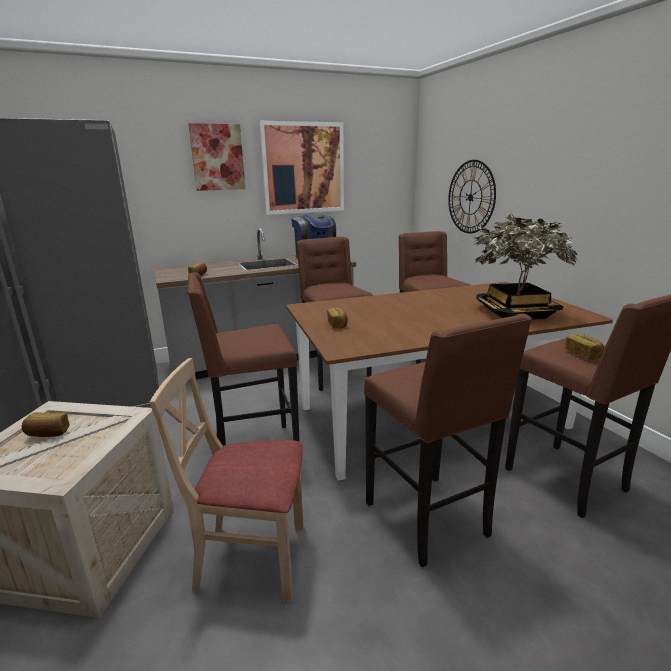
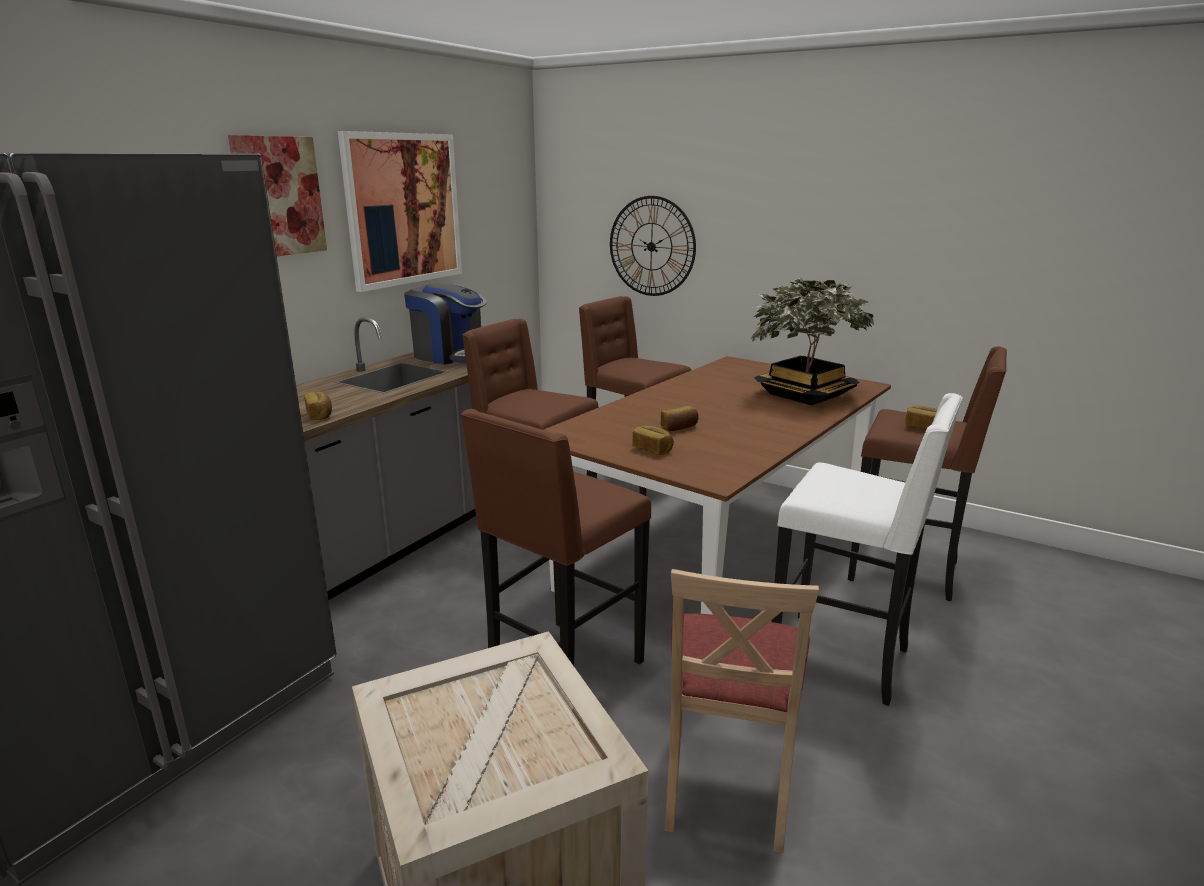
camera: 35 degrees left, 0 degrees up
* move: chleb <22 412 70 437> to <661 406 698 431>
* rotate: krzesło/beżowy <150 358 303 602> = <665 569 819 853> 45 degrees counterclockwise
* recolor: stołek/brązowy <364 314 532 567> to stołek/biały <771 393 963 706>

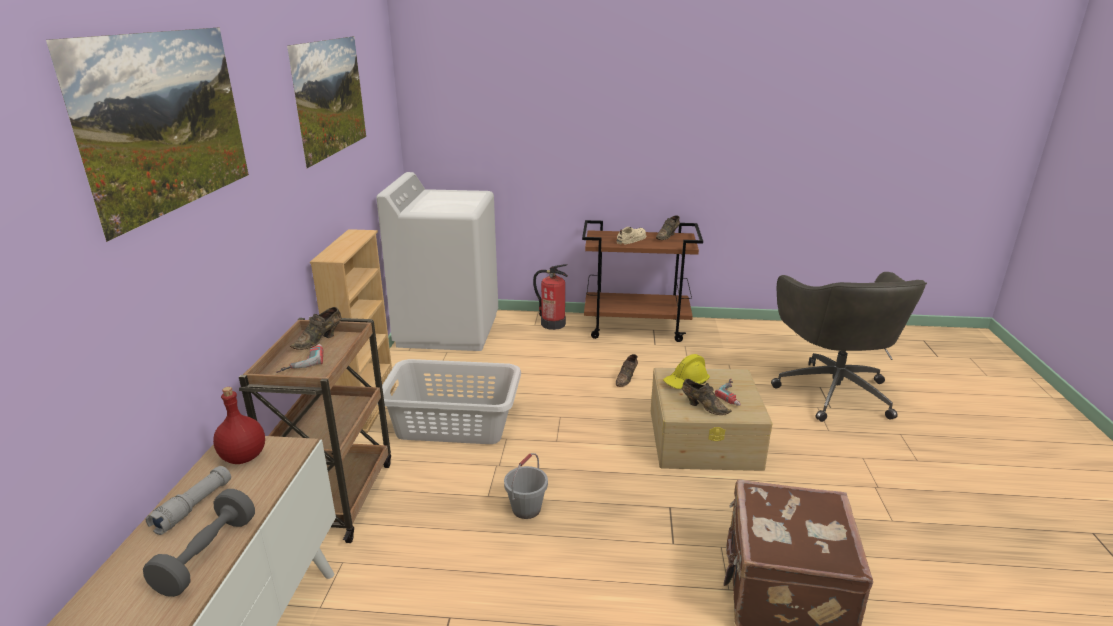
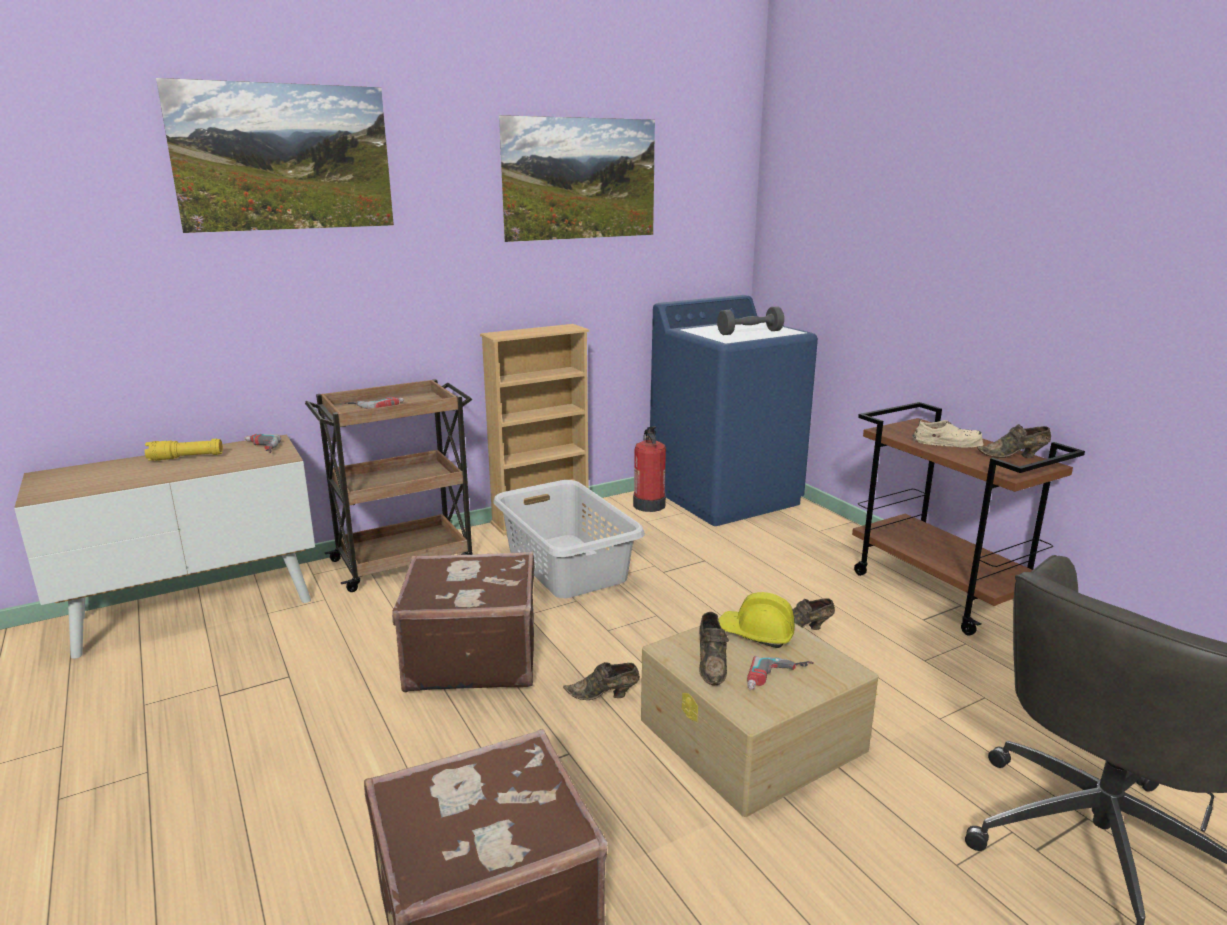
camera: 55 degrees right, 5 degrees down
* recolor: latarka/szary <146 466 231 535> to latarka/żółty <145 439 223 461>
* replace: butelka/czerwony <213 387 265 464> to wiertarka <244 434 281 453>
* replace: wiadro/szary <504 453 548 519> to walizka/brązowy <392 551 535 692>
* move: but/brązowy <290 307 342 350> to <563 662 640 700>
* move: gaśnica <533 264 568 330> to <633 427 666 512>
* recolor: pralka/biały <376 172 498 351> to pralka/niebieski <650 295 818 526>
* move: hantel/szary <143 489 255 597> to <717 306 784 335>

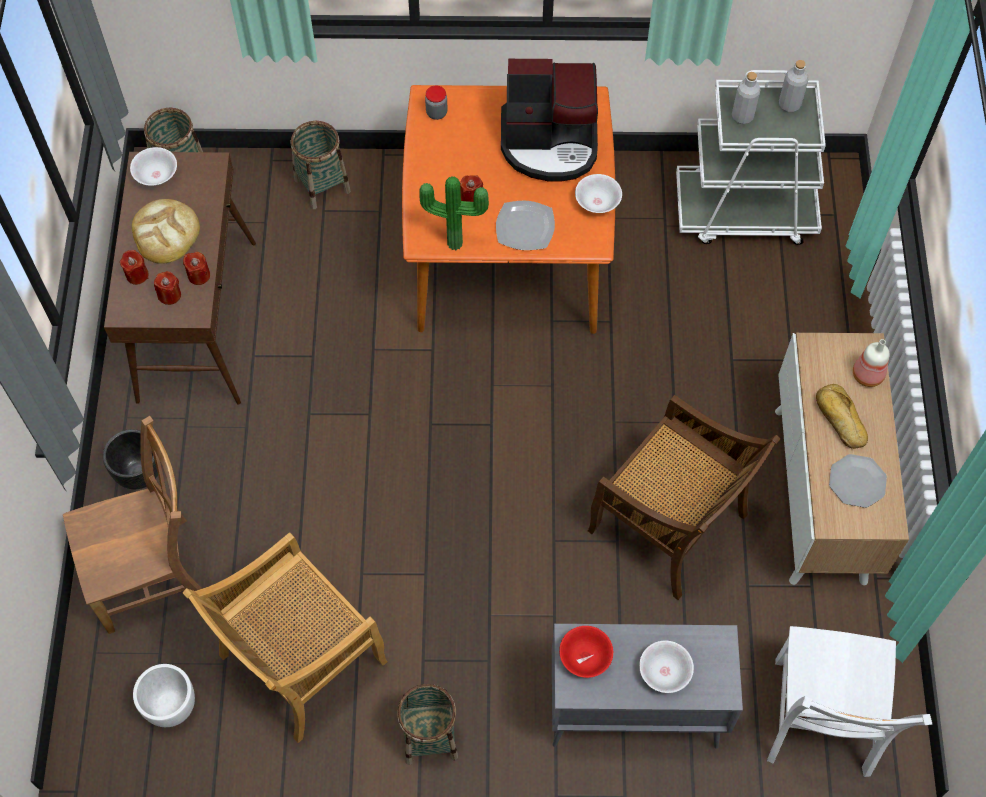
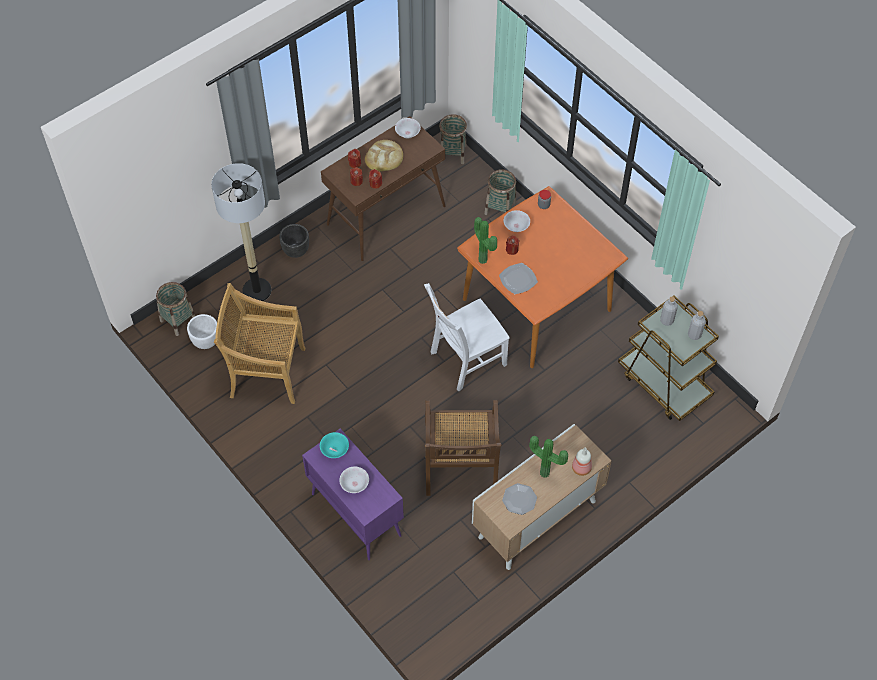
camera: 50 degrees right, 5 degrees down
* move: koszyk <397 684 458 765> to <156 282 195 336>
* replace: krzesło/brązowy <63 416 203 634> to lampa stojąca <211 163 271 301>
* recolor: szafka/szary <552 624 743 749> to szafka/fioletowy <302 429 404 560>
* recolor: miska/czerwony <559 626 613 678> to miska/turkusowy <320 432 349 458>
* move: krzesło/biały <767 626 932 777> to <424 283 510 391>
* move: miska/biały <575 174 622 213> to <504 210 530 232>
* replace: chleb <816 384 868 449> to roślina doniczkowa <529 436 568 478>
* recolor: wózek/biały <676 70 826 245> to wózek/brązowy <618 295 719 421>
* delete: ekspres do kawy <501 59 598 182>

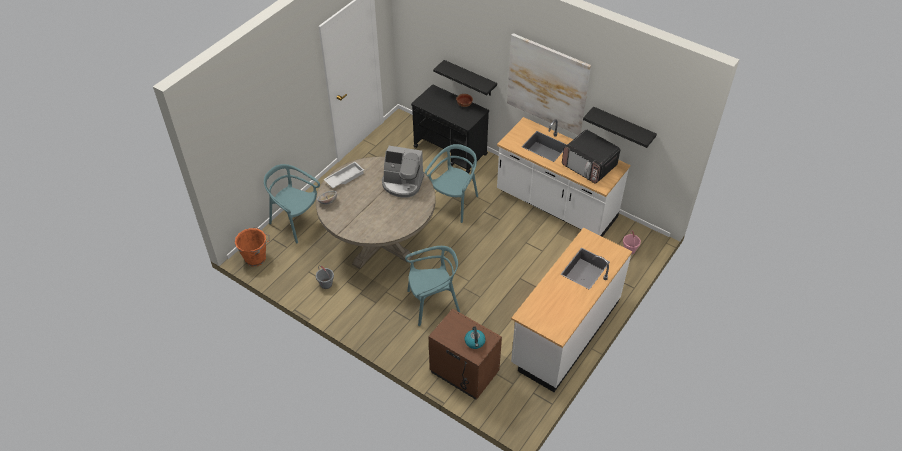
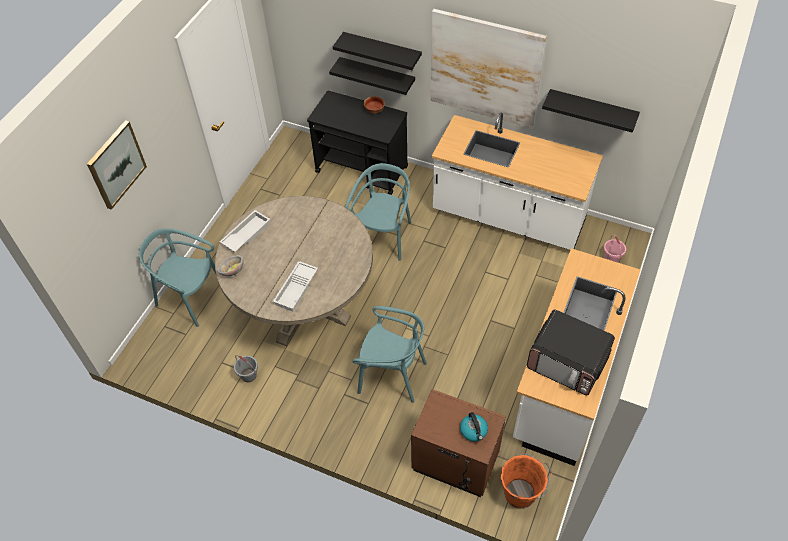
camera: 10 degrees left, 5 degrees up
* insert: obraz <87 120 147 210>
* insert: taca/biały <273 261 318 312>
* insert: półka/czarny <333 32 422 70>
* rotate: krzesło/turkusowy <405 246 460 326> = <352 306 427 403> 45 degrees clockwise
* move: wiadro/pomarańczowy <235 227 270 267> to <501 453 552 509>
* move: mikrofalówka <562 129 620 184> to <527 310 615 395>
* delete: ekspres do kawy <382 146 424 198>

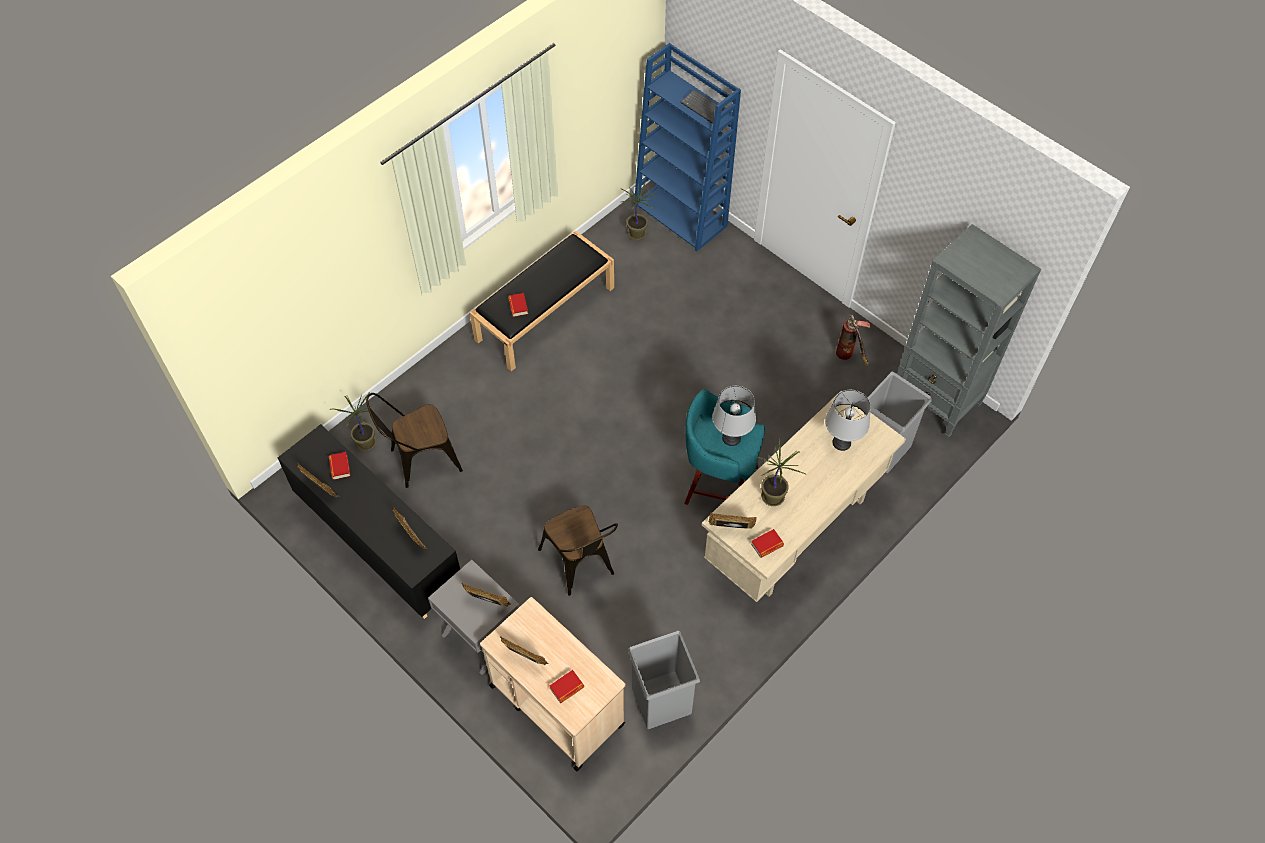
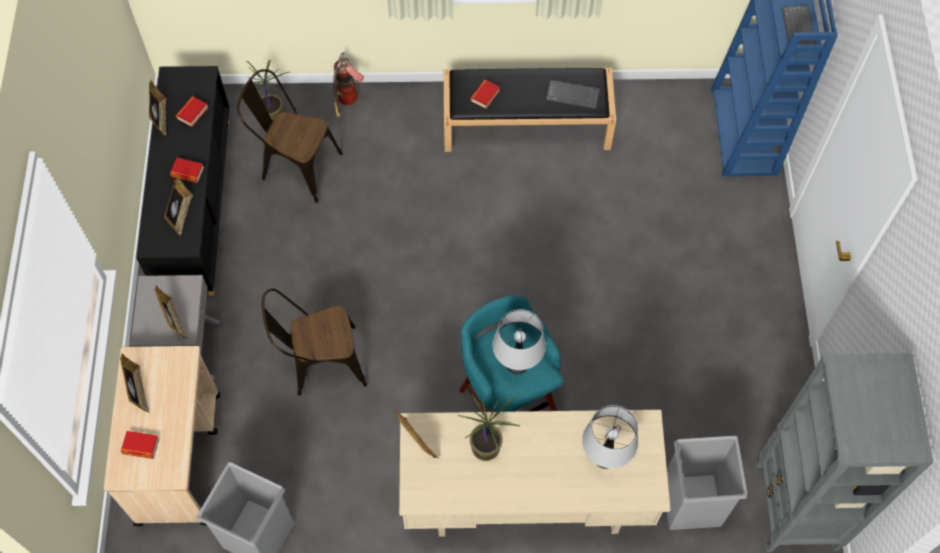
camera: 45 degrees right, 5 degrees up
* move: książka <751 529 784 558> to <170 158 204 183>
* rotate: krzesło/brązowy <538 506 618 596> = <262 288 367 395> 60 degrees clockwise
* move: gaśnica <836 313 871 366> to <333 52 364 117>
* insert: klawiatura <546 80 600 110>
* delete: roślina doniczkowa <621 181 657 240>

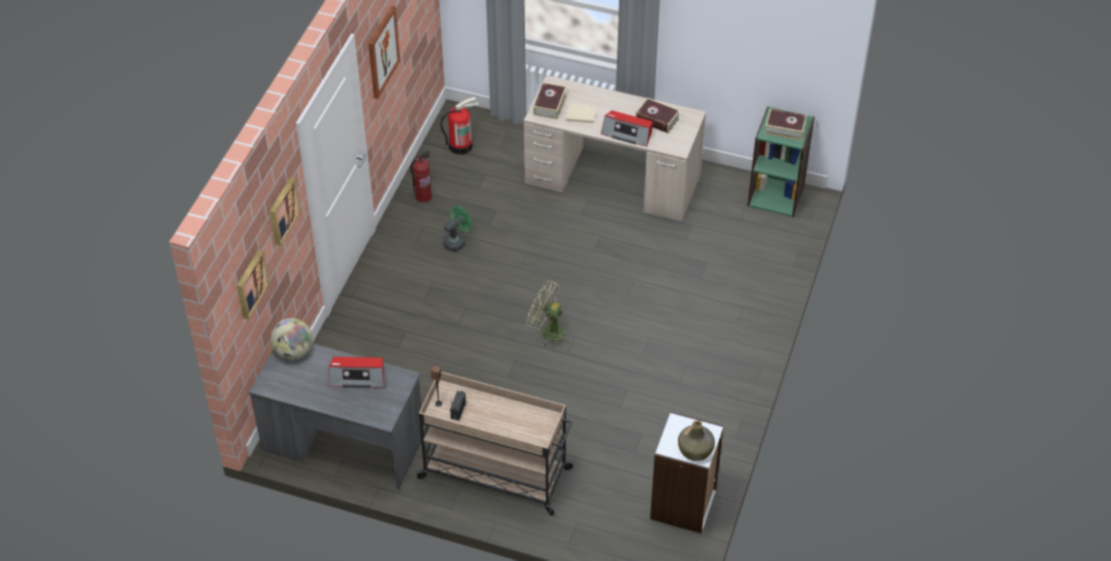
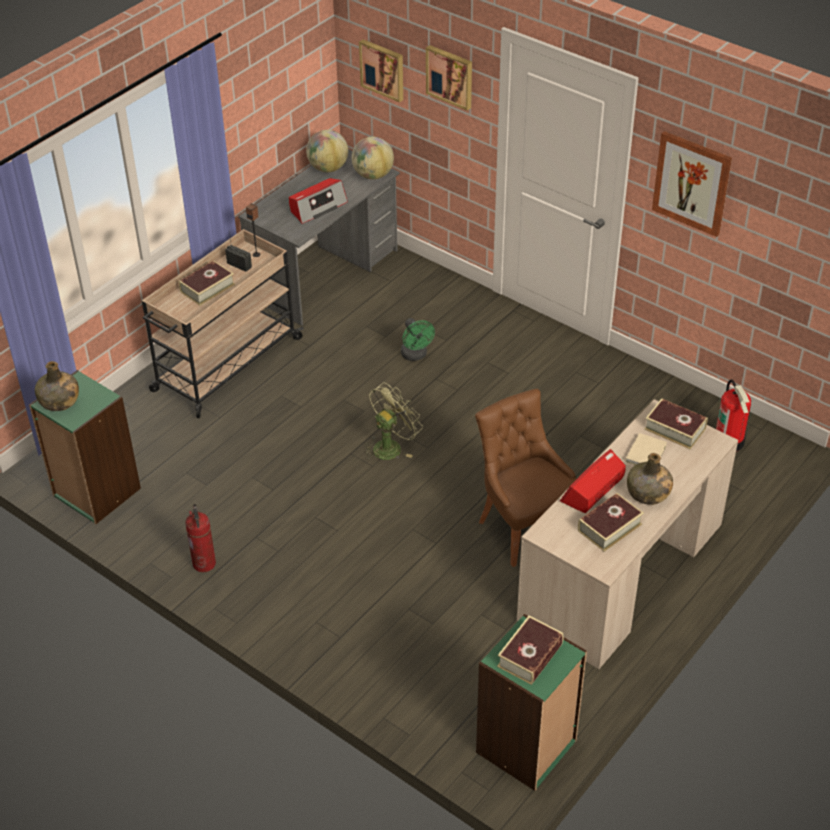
camera: 110 degrees right, 5 degrees down
* recolor: regał/biały <650 411 724 534> to regał/zielony <29 370 141 524>
* insert: książka <179 261 235 306>
* move: gaśnica <410 150 432 203> to <185 504 216 572>
* rotate: radio <329 357 384 388> = <289 178 348 224> 150 degrees counterclockwise
* insert: globus <306 130 348 172>
* move: wentylator/zielony <443 206 472 251> to <401 318 435 361>
* insert: krzesło/brązowy <475 389 576 567>
* insert: butelka/zielony <627 453 673 505>

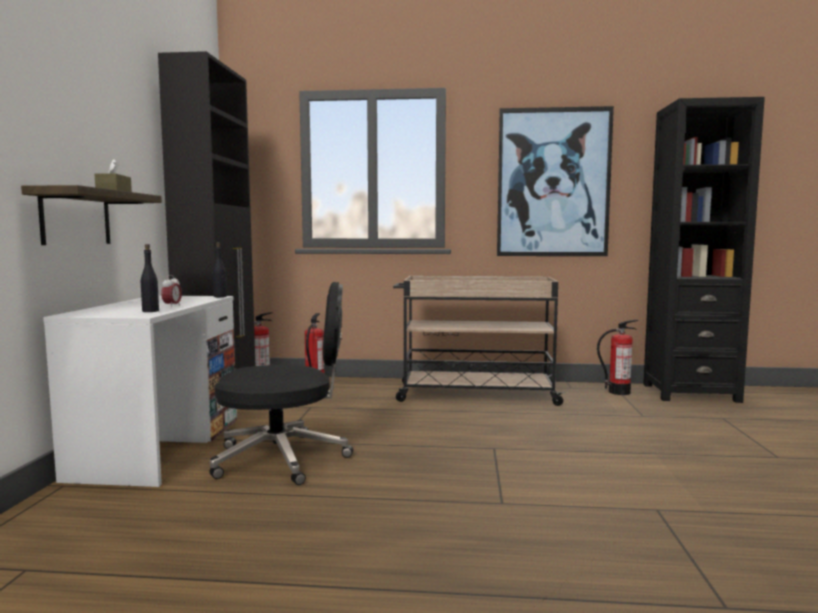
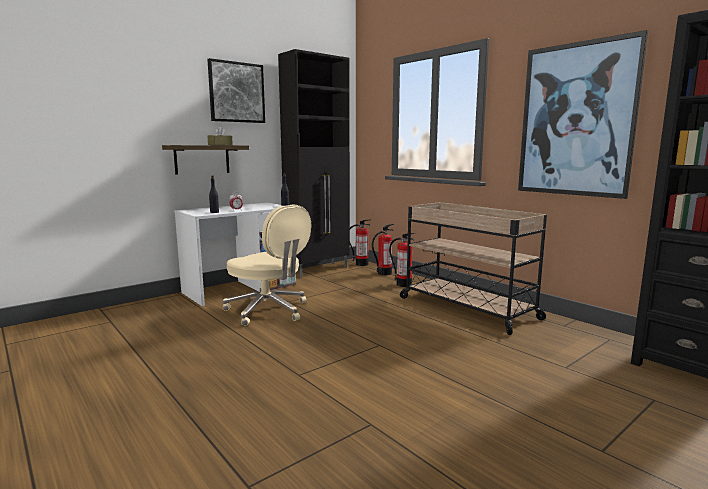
camera: 45 degrees right, 5 degrees up
* insert: obraz <207 58 265 123>
* recolor: krzesło biurowe/czarny <209 282 353 485> to krzesło biurowe/beżowy <223 205 311 326>
* move: gaśnica <597 320 638 395> to <389 233 416 287>

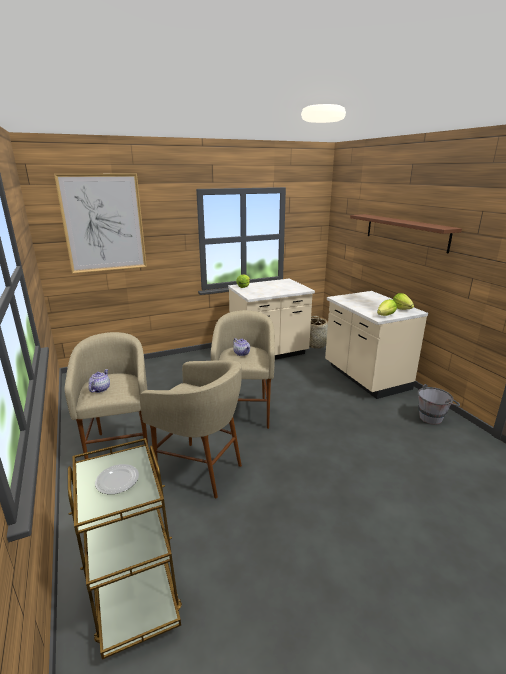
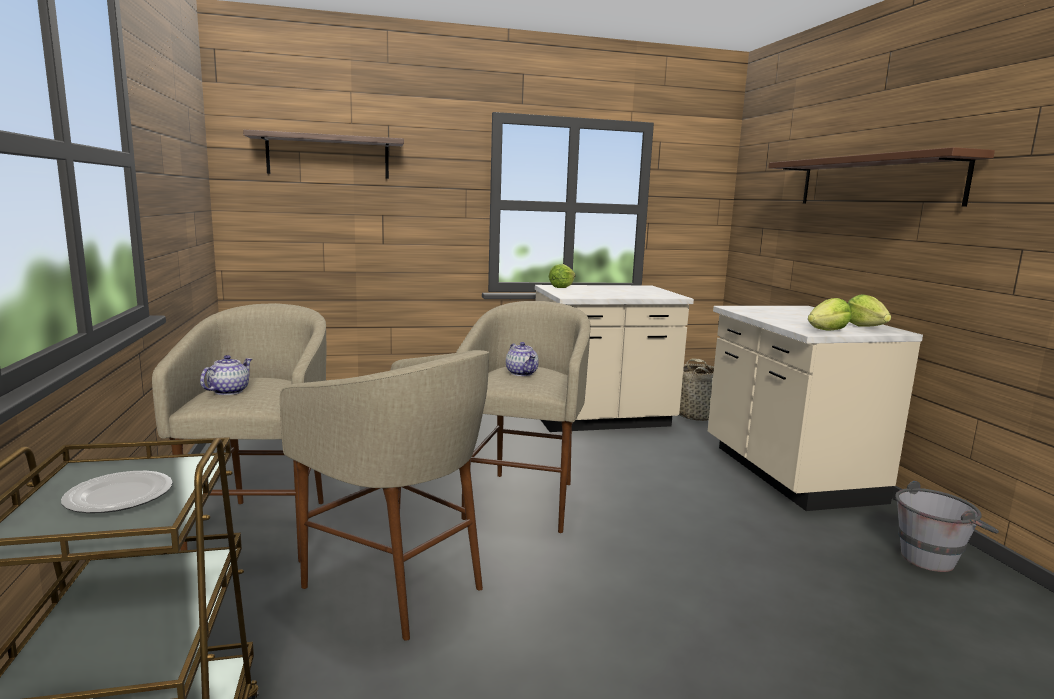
camera: 10 degrees right, 10 degrees down
* replace: obraz <54 174 147 274> to półka <243 130 404 179>

